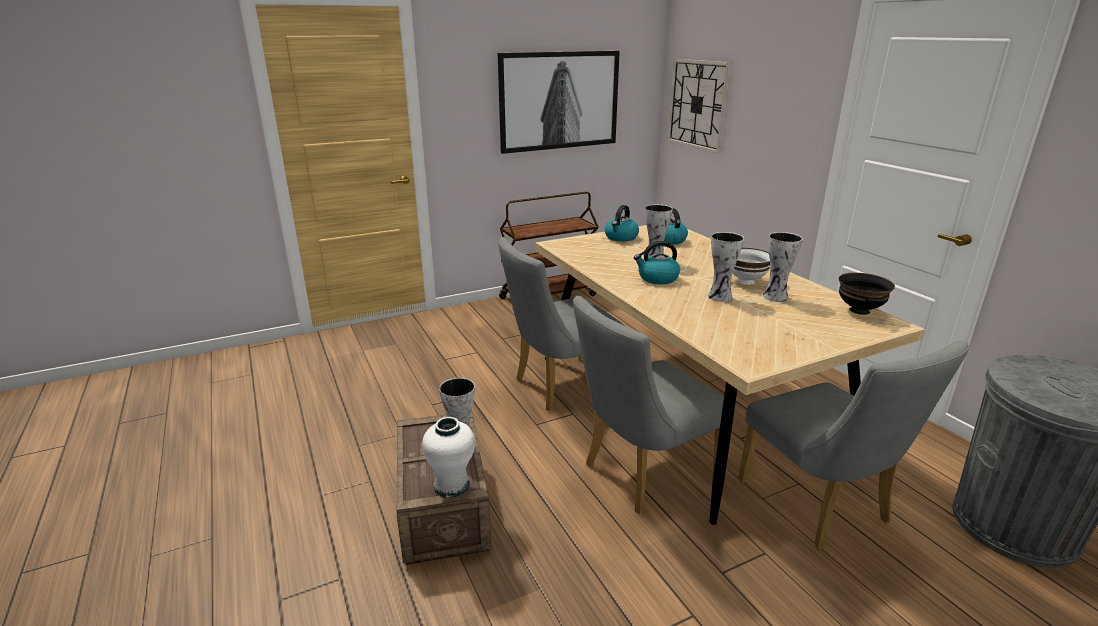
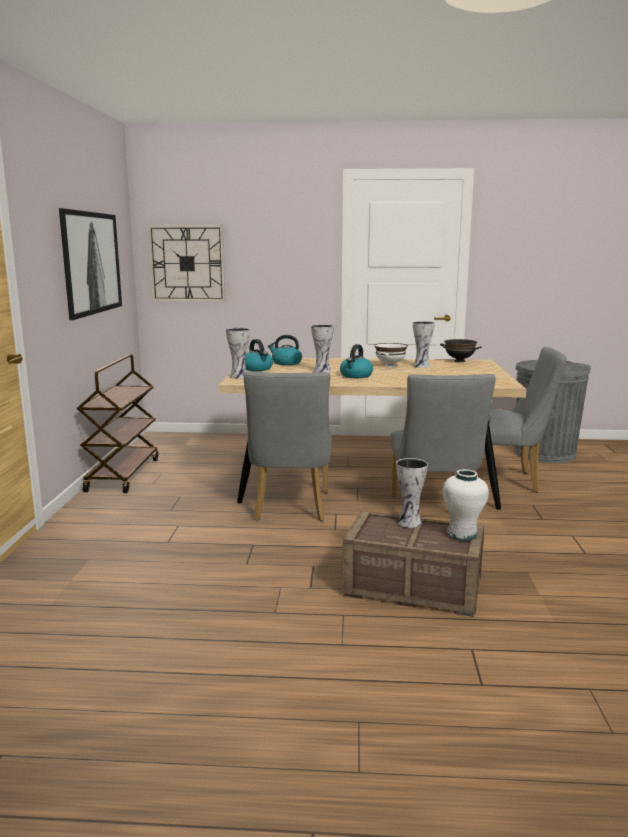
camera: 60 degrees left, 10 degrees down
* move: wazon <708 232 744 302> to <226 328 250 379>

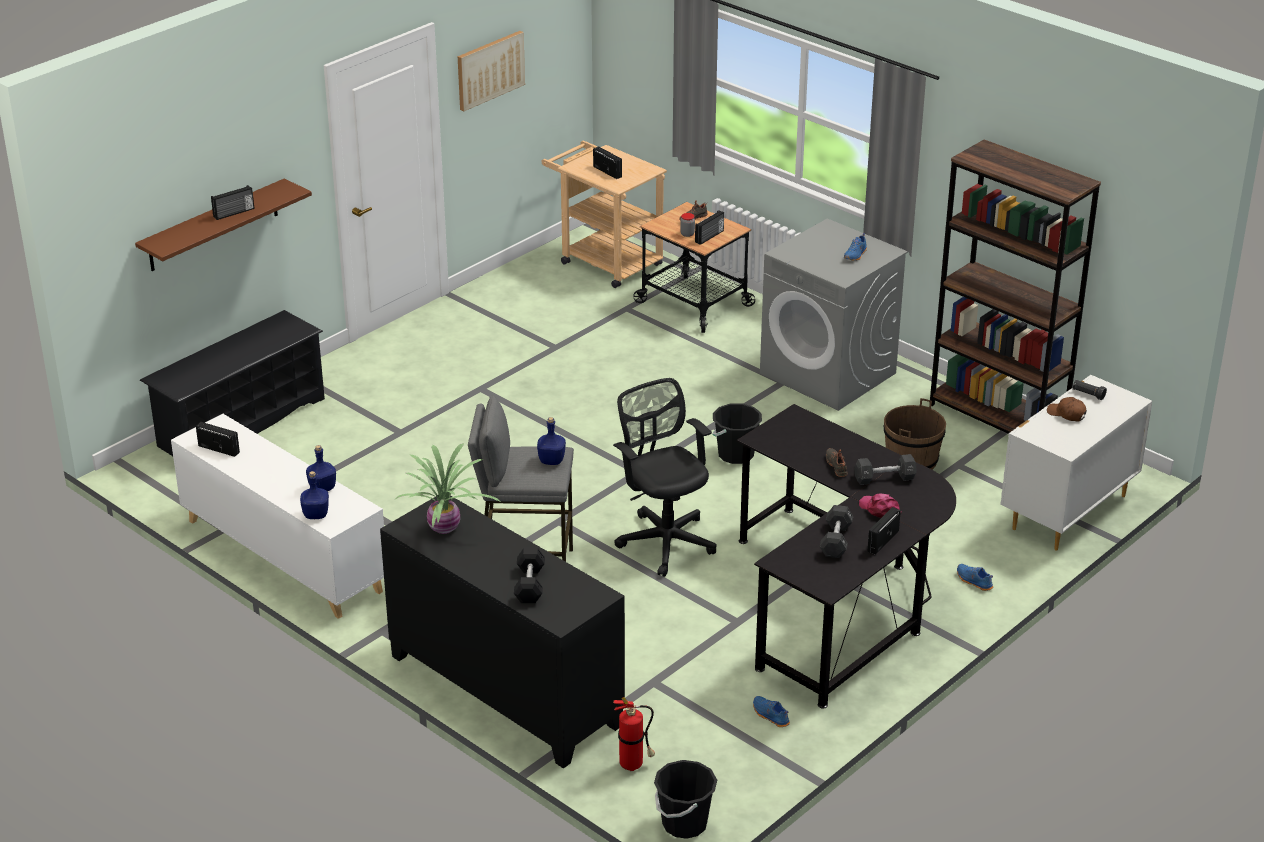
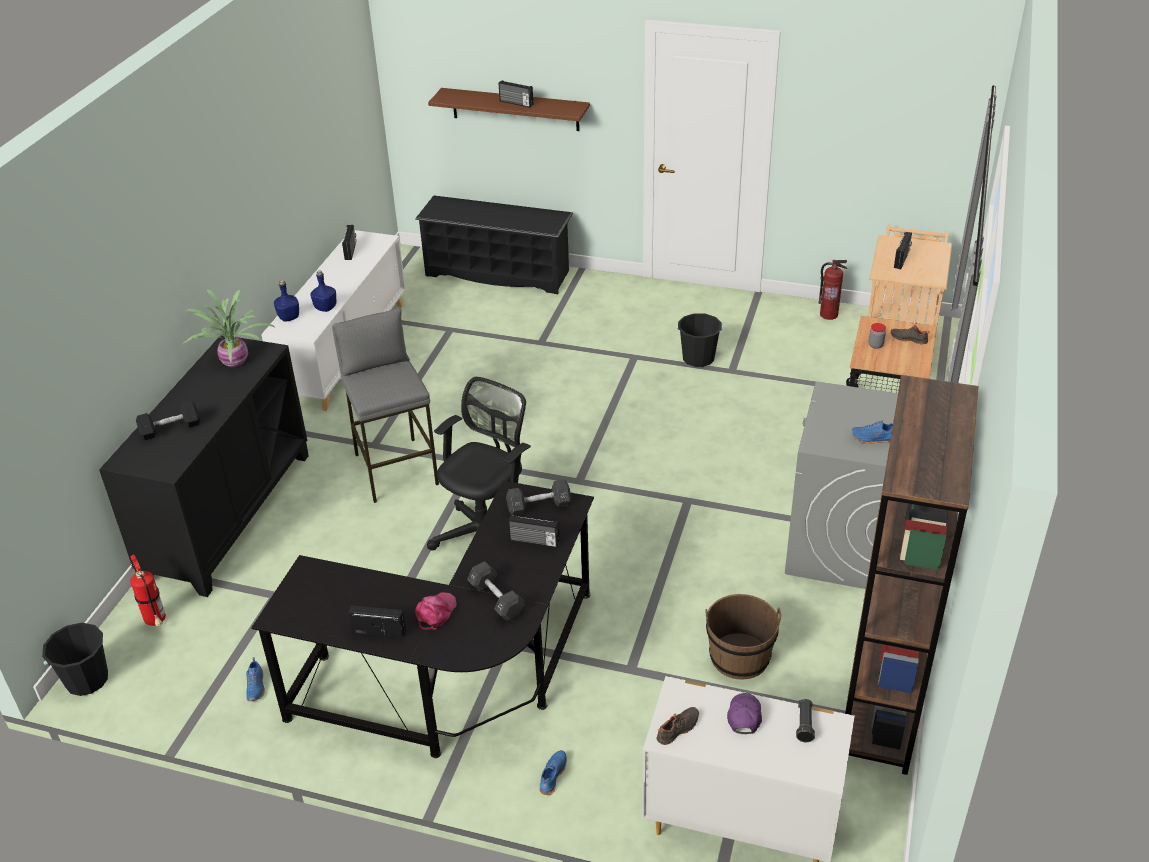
camera: 65 degrees right, 5 degrees up
* rotate: but/niebieski <753 696 790 727> = <246 657 265 701> 150 degrees clockwise
* move: hantel/czarny <820 505 853 558> to <506 479 571 516>
* move: radio <695 210 724 245> to <508 514 559 548>
* move: but/czarny <826 448 848 477> to <656 707 699 745>
* move: wiadro/czarny <712 404 762 464> to <677 313 723 367>
* recolor: czapka z daszkiem/brązowy <1047 397 1087 421> to czapka z daszkiem/fioletowy <727 693 762 734>
* insert: gaśnica <819 260 847 320>
* delete: obraz <458 31 525 111>
* delete: butelka/niebieski <537 417 566 465>

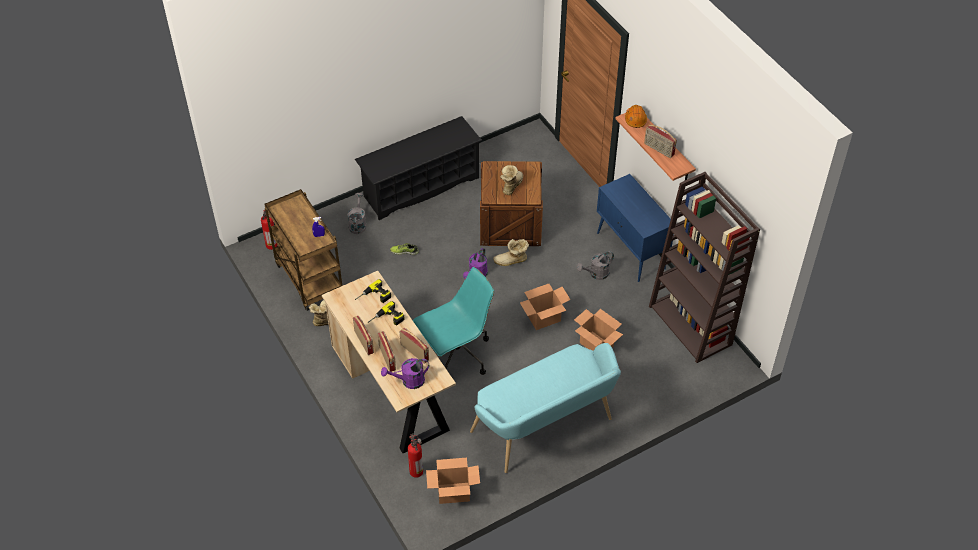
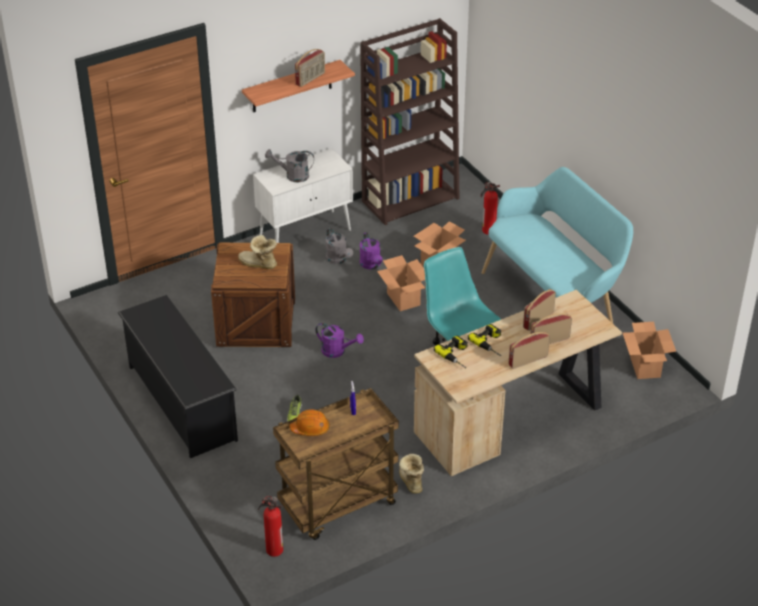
camera: 90 degrees left, 10 degrees down
* recolor: szafka/niebieski <597 174 674 282> to szafka/biały <253 148 353 243>
* move: konewka/szary <348 193 366 234> to <265 149 314 182>
* move: kask/pomarańczowy <625 105 647 128> to <290 409 329 436>
* move: konewka/fioletowy <381 358 429 389> to <360 233 383 269>
* move: gaśnica <408 434 423 478> to <481 182 500 235>
* delete: but z cholewką <493 239 529 266>

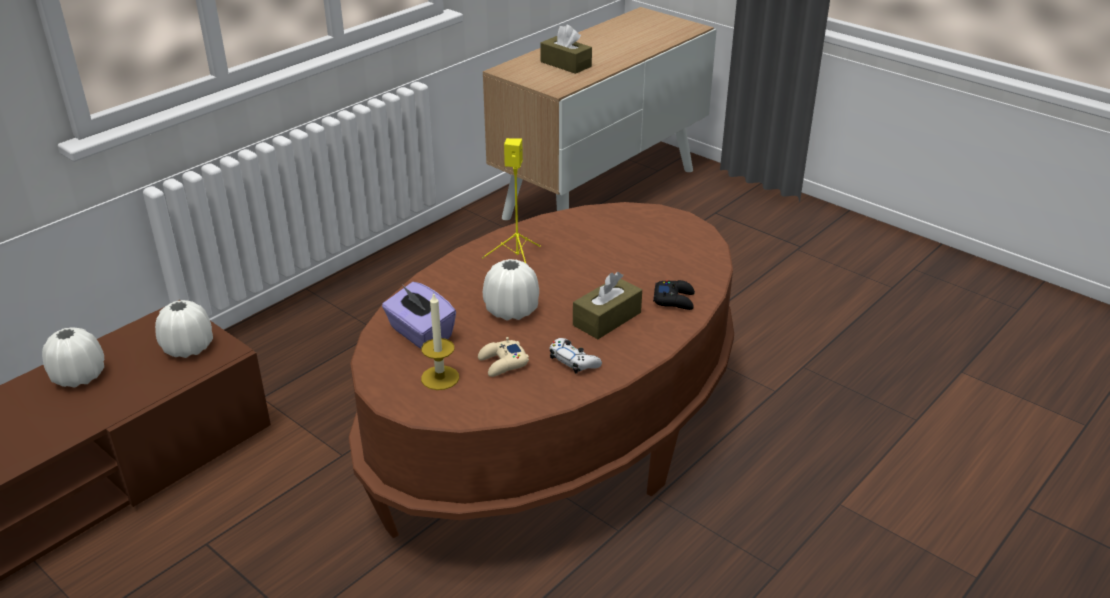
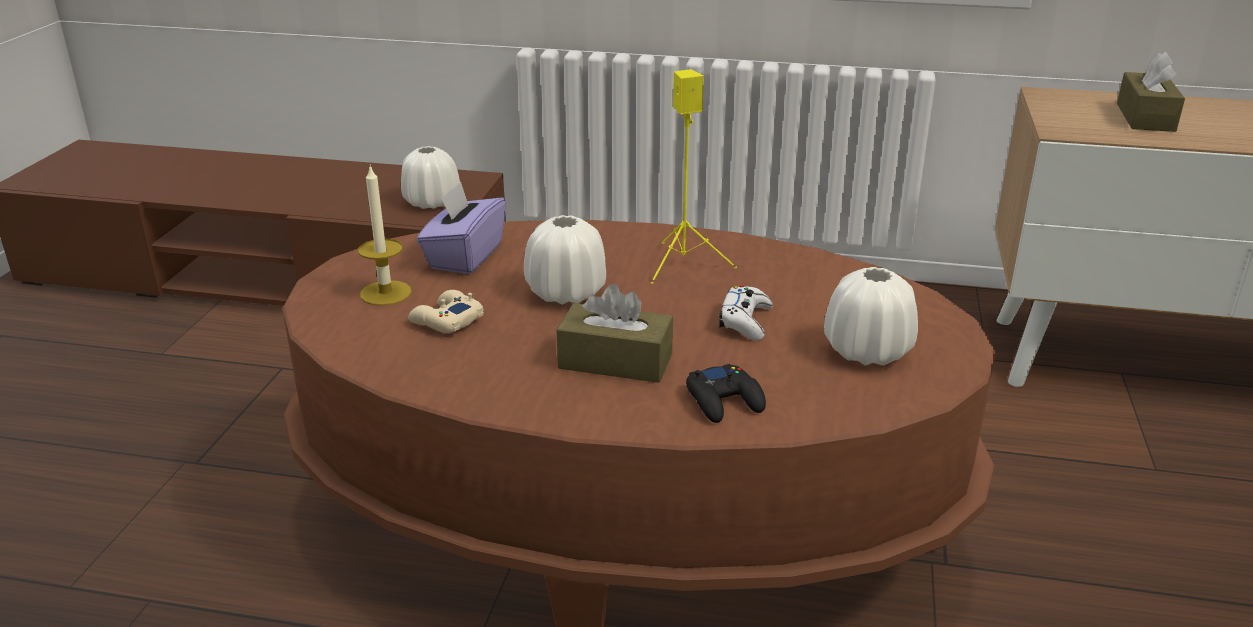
camera: 60 degrees right, 5 degrees down
* move: pad do gier/biały <550 338 602 374> to <719 285 773 341>
* move: wazon/biały <42 327 104 387> to <824 267 918 365>

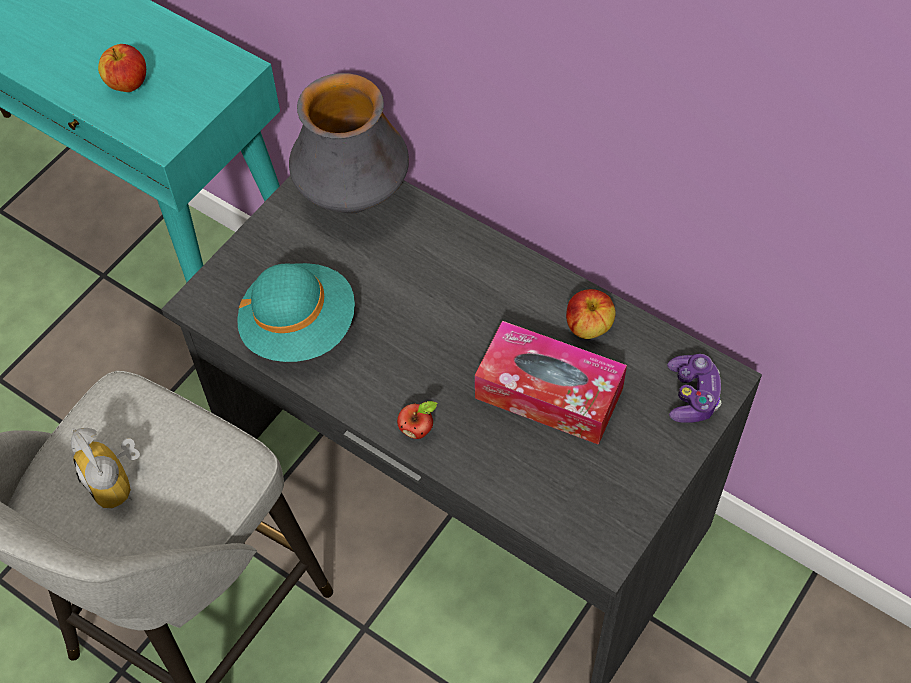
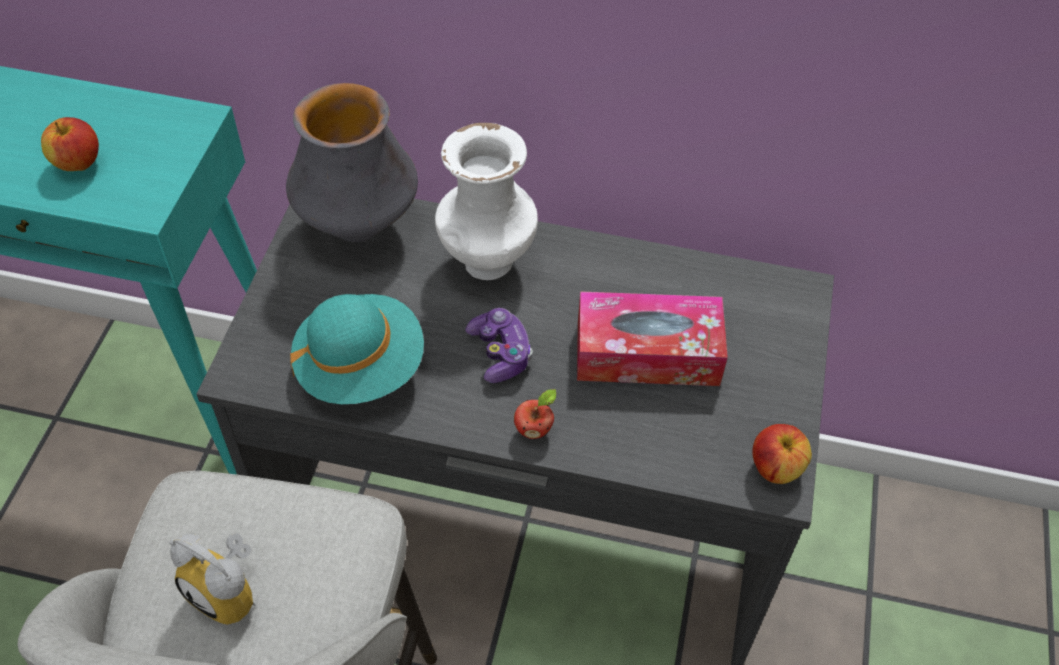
camera: 25 degrees left, 5 degrees down
* insert: wazon/biały <435 123 538 280>
* move: pad do gier <667 354 721 423> to <465 308 533 383>
* move: jabłko <566 289 616 339> to <752 424 812 484>

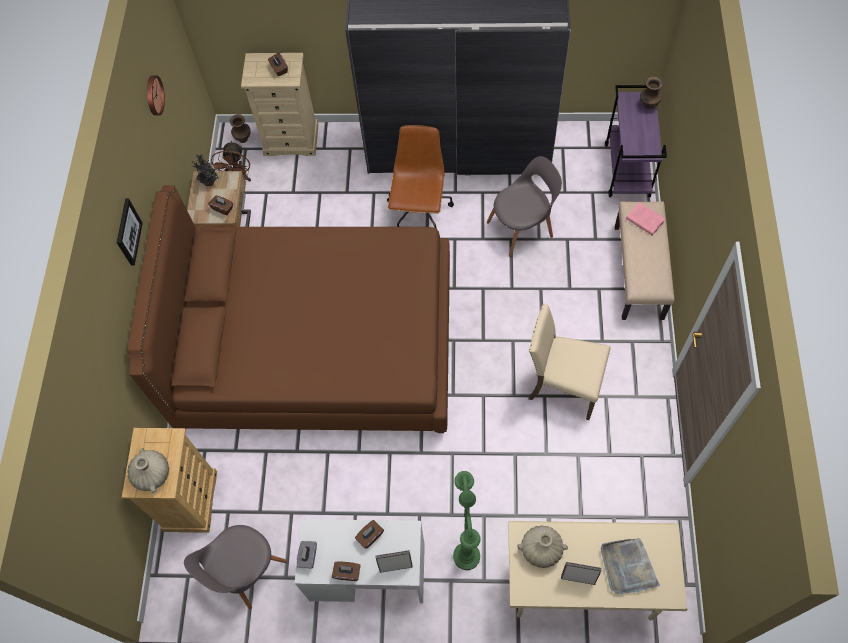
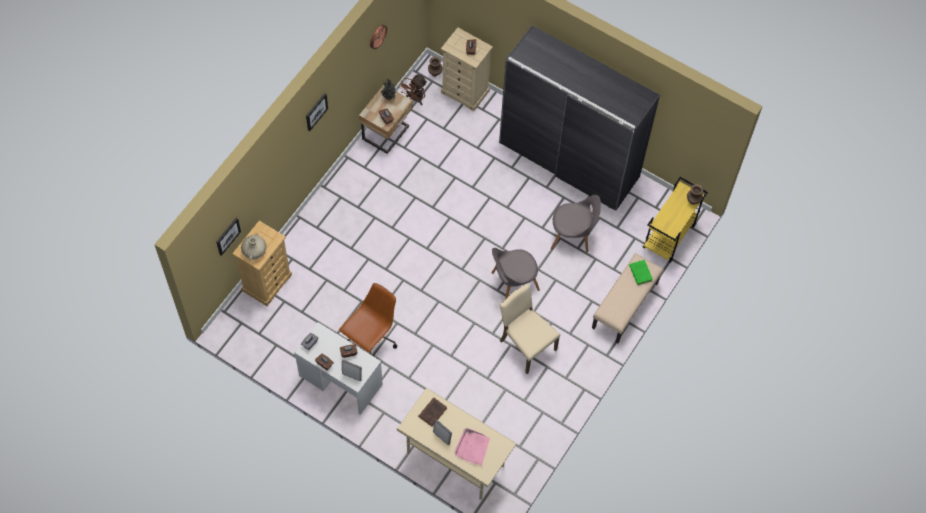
camera: 25 degrees right, 0 degrees up
* insert: obraz <216 218 241 256>
* move: krzesło biurowe/brązowy <387 125 454 228> to <339 283 397 355>
* replace: wazon/beżowy <517 525 568 568> to książka/brązowy <418 397 447 426>
* recolor: taca/szary <601 538 660 594> to taca/różowy <454 428 490 466>
* move: krzesło/szary <184 525 288 610> to <492 248 540 299>
* recolor: książka/różowy <626 202 665 236> to książka/zielony <629 260 653 285>
* recolor: wózek/fioletowy <605 85 667 197> to wózek/żółty <643 177 708 263>
* delete: łóżko/brązowy <127 185 450 433>
* delete: lampa stojąca/zielony <453 471 480 570>

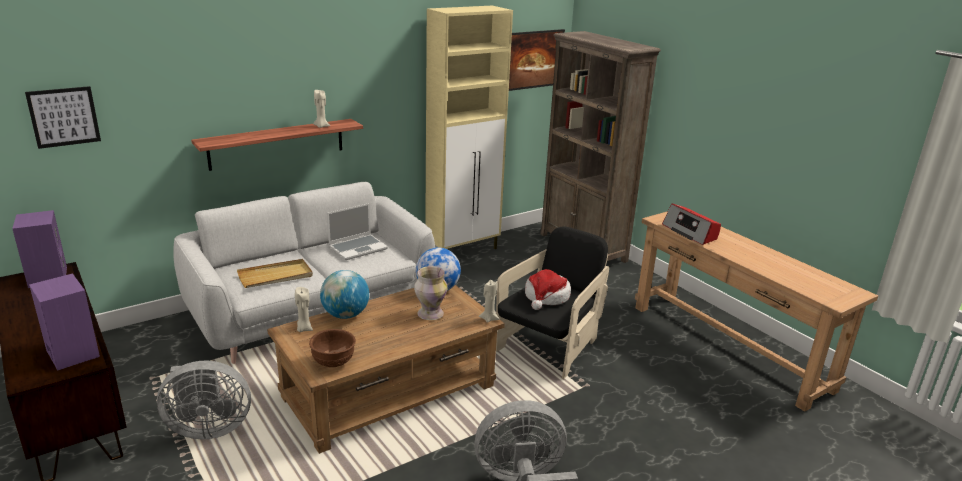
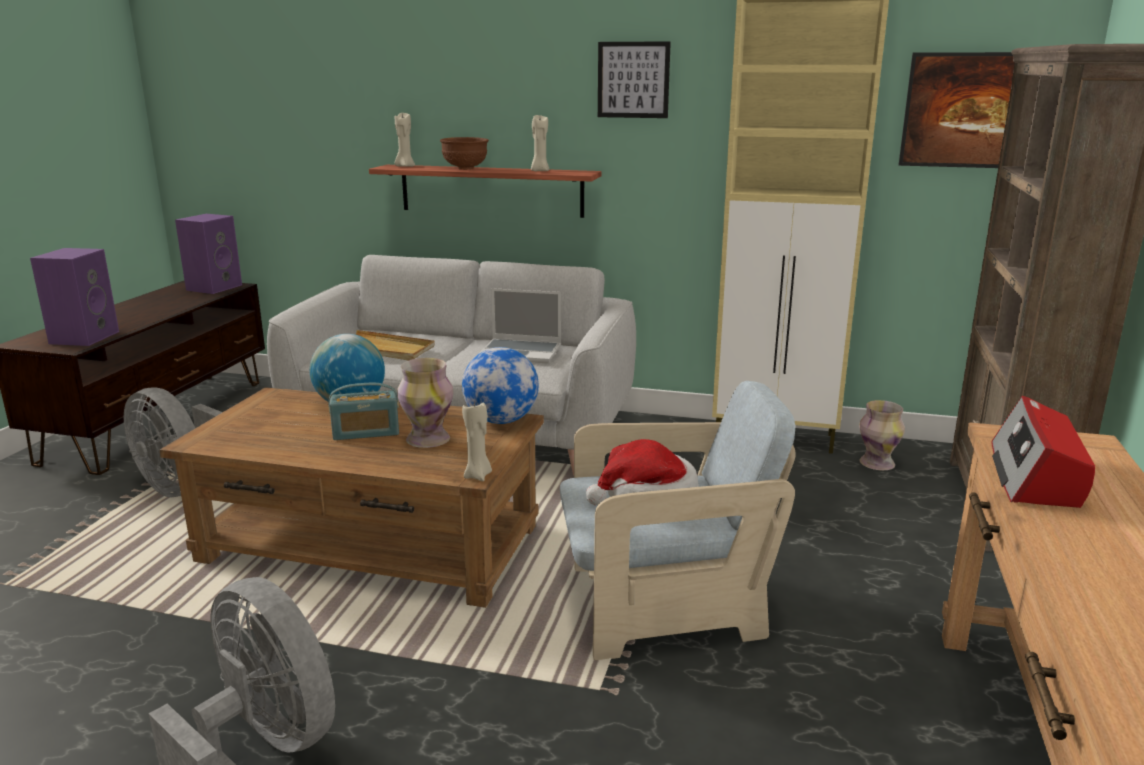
camera: 50 degrees right, 5 degrees down
* insert: radio <328 383 399 440>
* move: świeca/beżowy <295 287 313 332> to <395 113 415 167>
* move: miska/brązowy <309 329 356 367> to <440 137 489 170>
* recolor: fotel/czarny <496 227 609 379> to fotel/beżowy <560 381 796 660>
* move: obraz <25 86 101 149> to <598 41 671 118>
* insert: wazon <859 400 905 470>

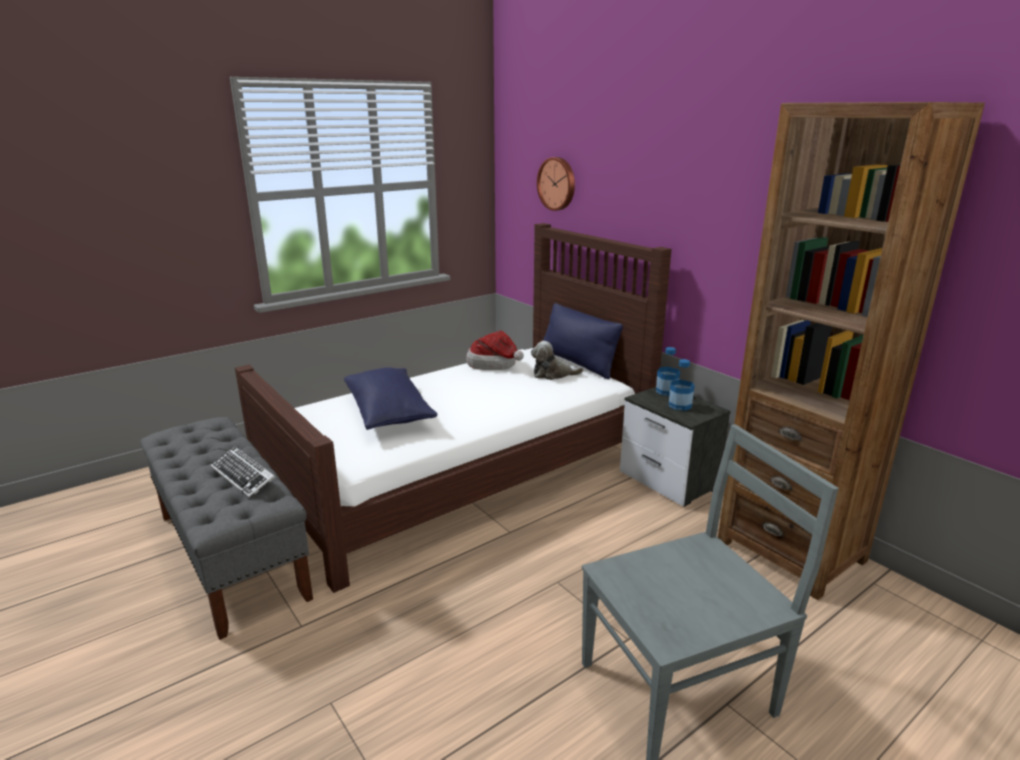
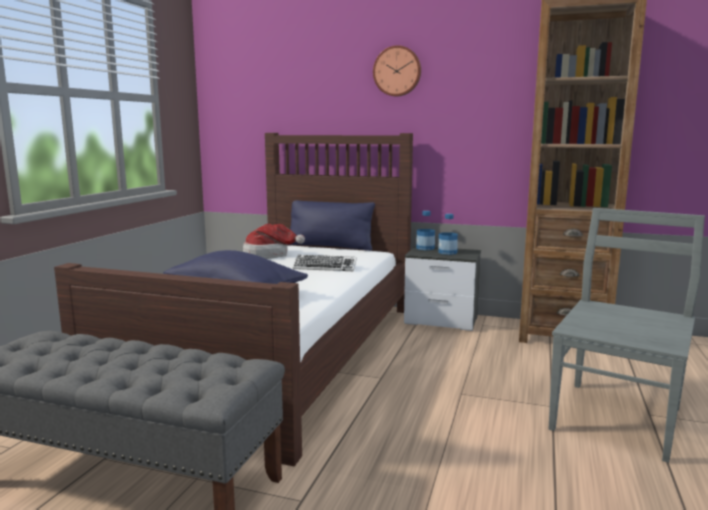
camera: 35 degrees left, 10 degrees down
* move: klawiatura <211 447 275 499> to <293 255 357 271>
* move: zegar ścienny <537 157 575 211> to <373 45 421 97>
* delete: pluszak <531 341 584 380>

